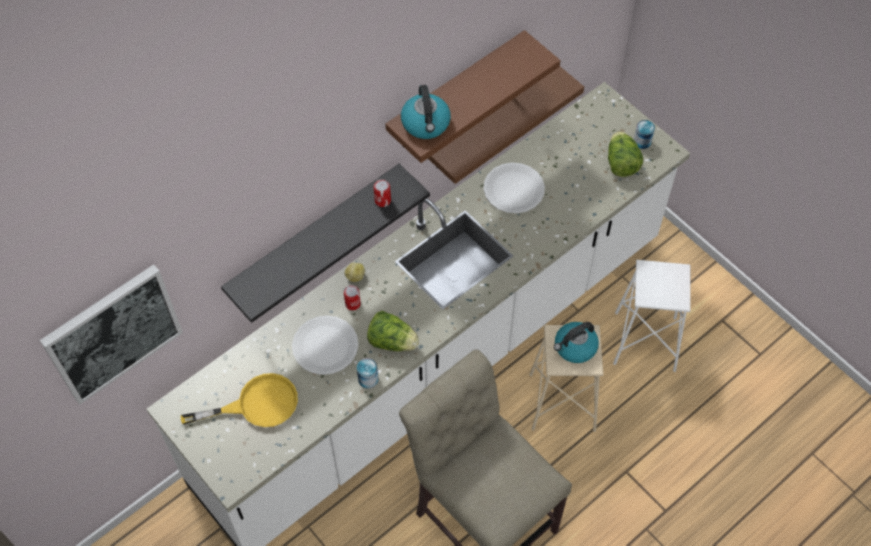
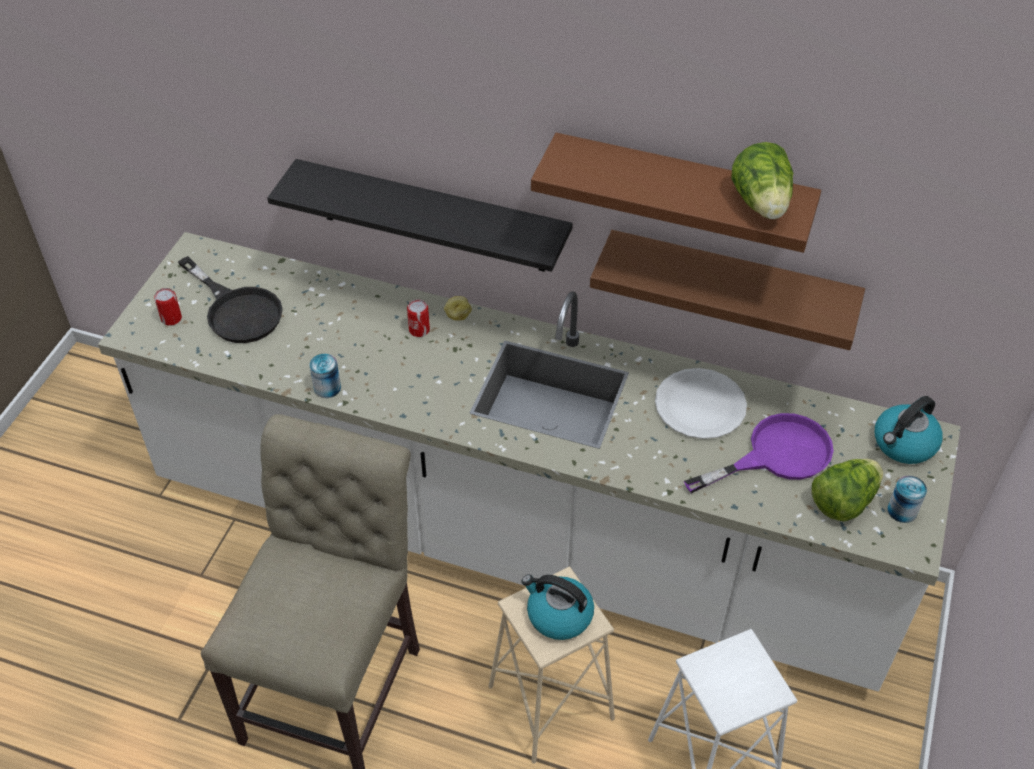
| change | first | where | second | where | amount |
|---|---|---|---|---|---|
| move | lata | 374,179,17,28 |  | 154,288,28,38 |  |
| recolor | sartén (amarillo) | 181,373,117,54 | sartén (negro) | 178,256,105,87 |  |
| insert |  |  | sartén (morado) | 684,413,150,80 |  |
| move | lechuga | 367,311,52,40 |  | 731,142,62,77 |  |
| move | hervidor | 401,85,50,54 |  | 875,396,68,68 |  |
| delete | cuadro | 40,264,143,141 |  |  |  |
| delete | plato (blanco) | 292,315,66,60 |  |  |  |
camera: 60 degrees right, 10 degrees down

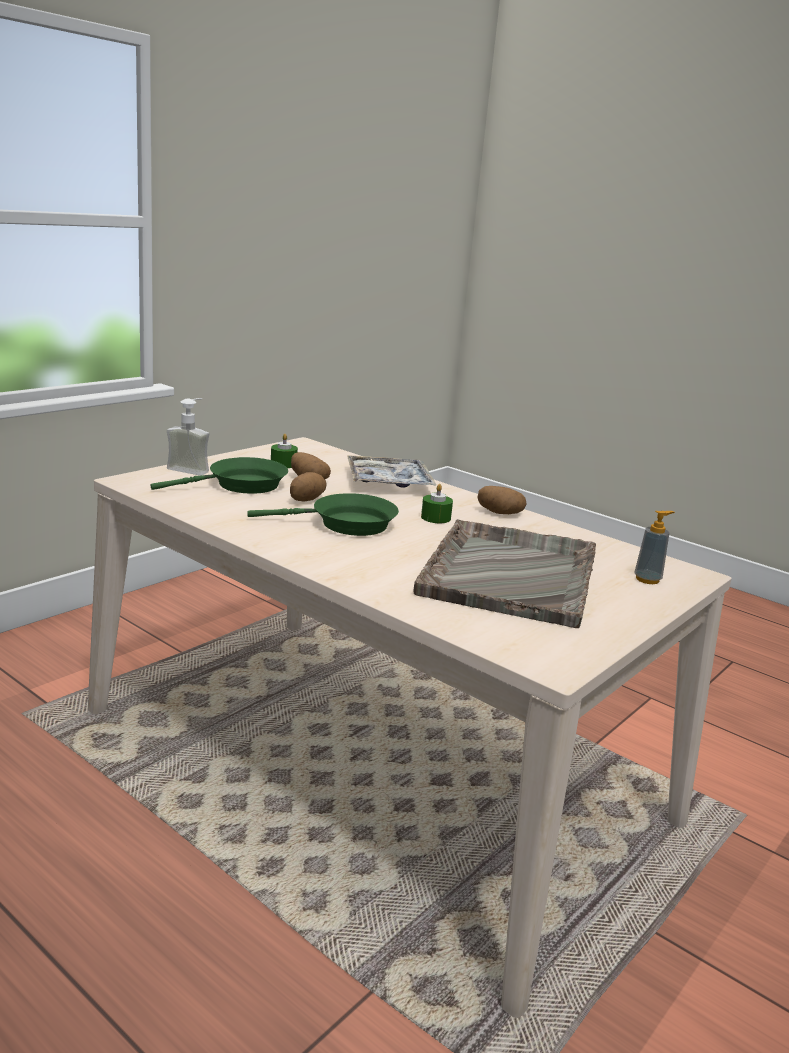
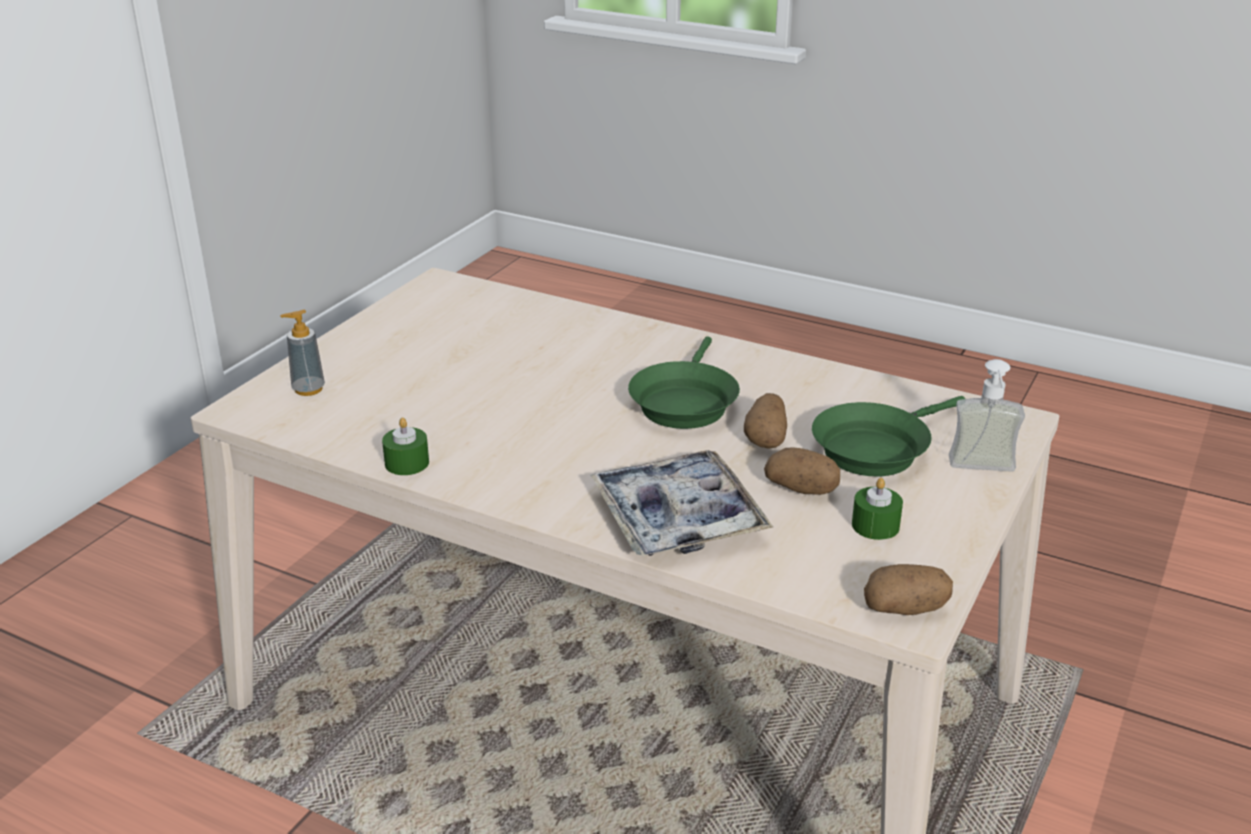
| change | first | where | second | where | amount |
|---|---|---|---|---|---|
| move | vela (verde) | 421,484,32,39 |  | 382,418,47,57 |  |
| rotate | sartén (verde) | 247,493,152,43 |  | 628,336,112,93 | 60 degrees counterclockwise |
| move | patata | 477,486,50,28 |  | 864,564,89,51 |  |
| delete | bandeja (gris) | 413,519,183,109 |  |  |  |
camera: 170 degrees right, 10 degrees up

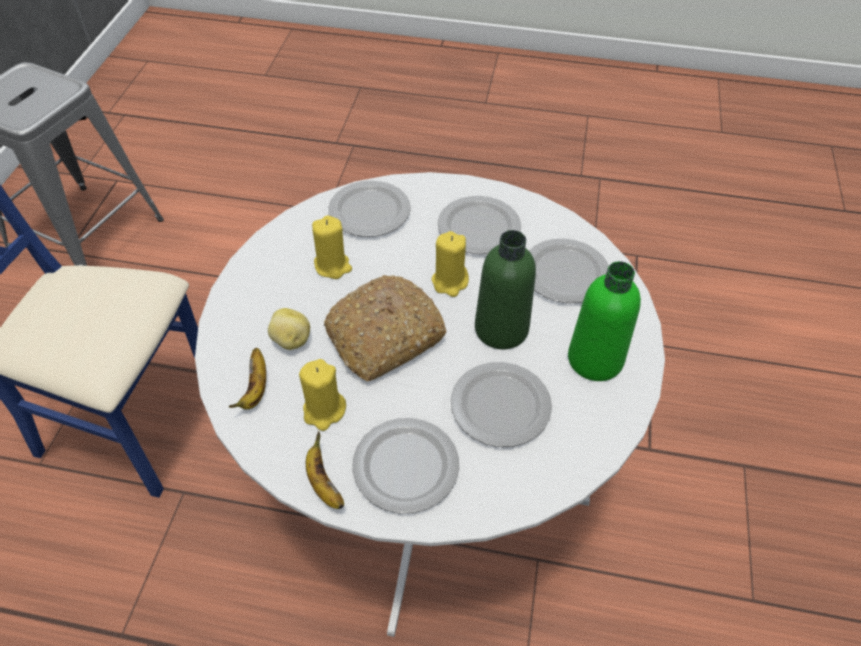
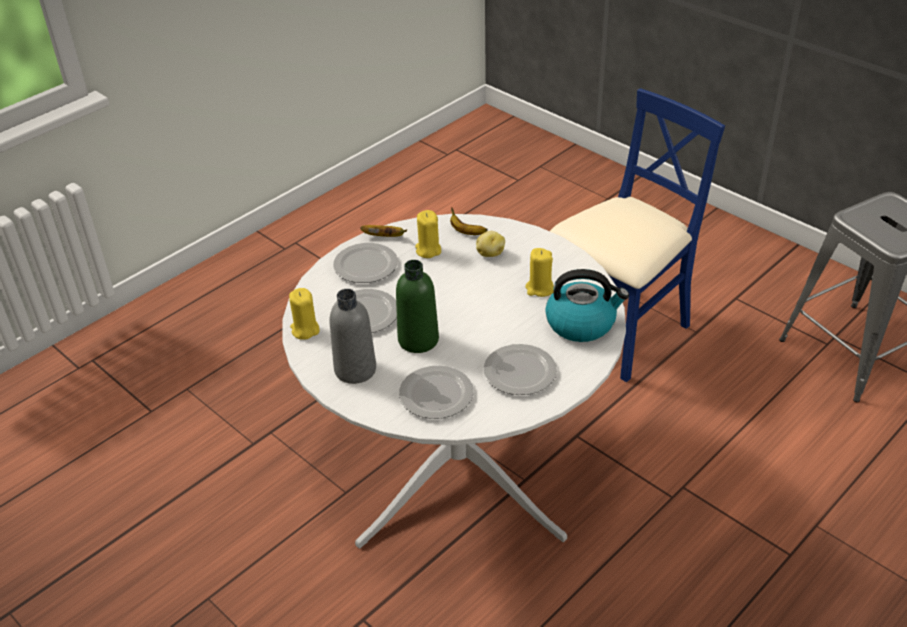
| change | first | where | second | where | amount |
|---|---|---|---|---|---|
| move | vela (amarillo) | 431,231,38,66 |  | 289,288,30,52 |  |
| recolor | botella (verde) | 568,261,73,120 | botella (gris) | 329,289,47,95 |  |
| replace | plato | 328,180,83,57 | hervidor | 545,269,84,73 |  |
| delete | pan | 324,275,122,106 |  |  |  |
camera: 125 degrees right, 10 degrees down

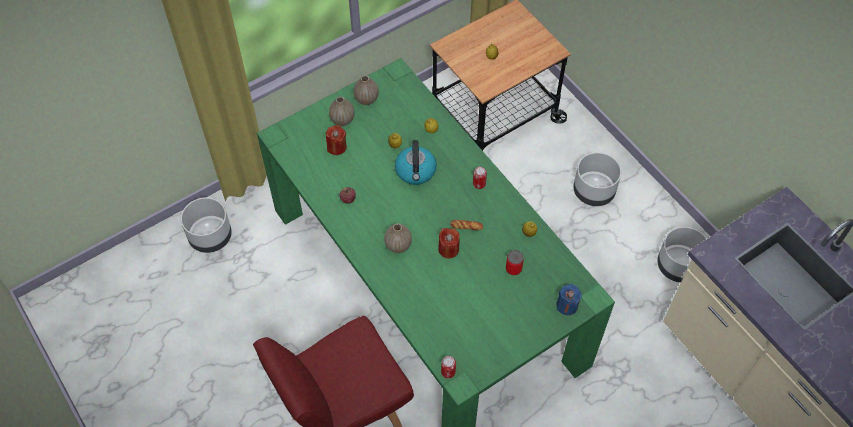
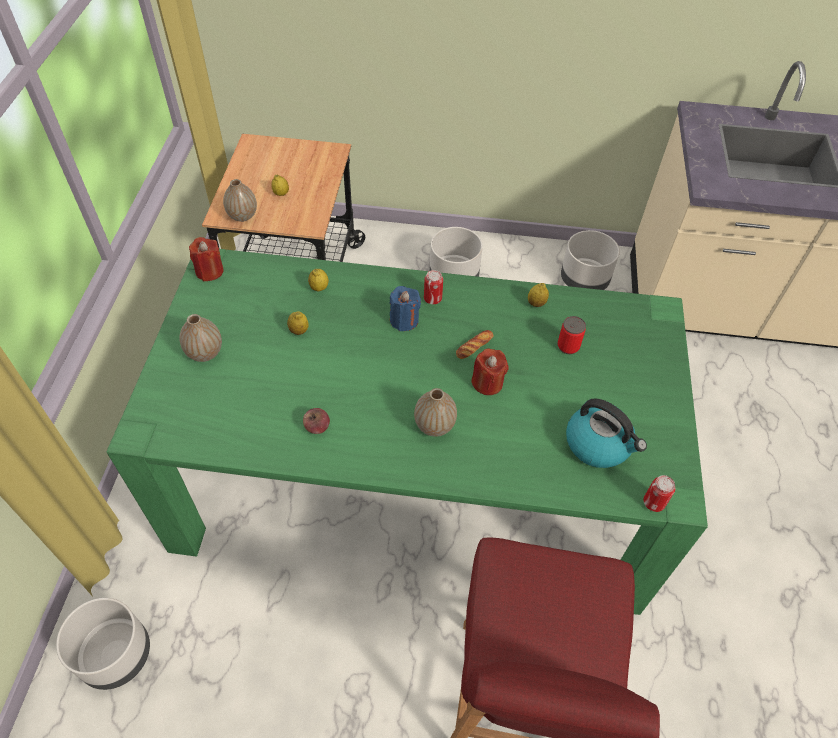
| change | first | where | second | where | amount |
|---|---|---|---|---|---|
| move | vela (rojo) | 326,125,21,30 |  | 189,237,35,44 |  |
| move | florero | 354,75,25,30 |  | 223,179,34,43 |  |
| move | vela (azul) | 556,284,26,31 |  | 390,286,31,45 |  |
| move | hervidor | 395,140,42,45 |  | 566,398,81,70 |  |
camera: 50 degrees left, 5 degrees down

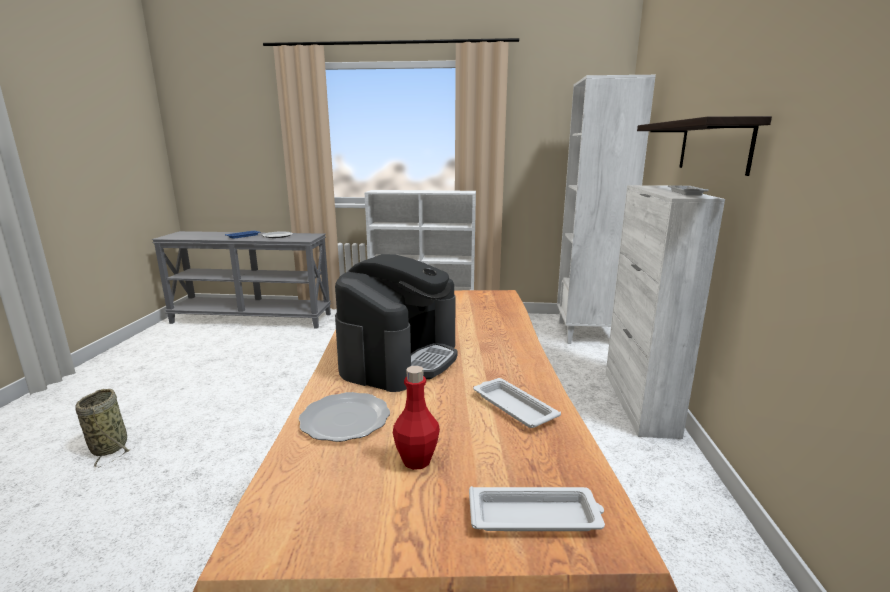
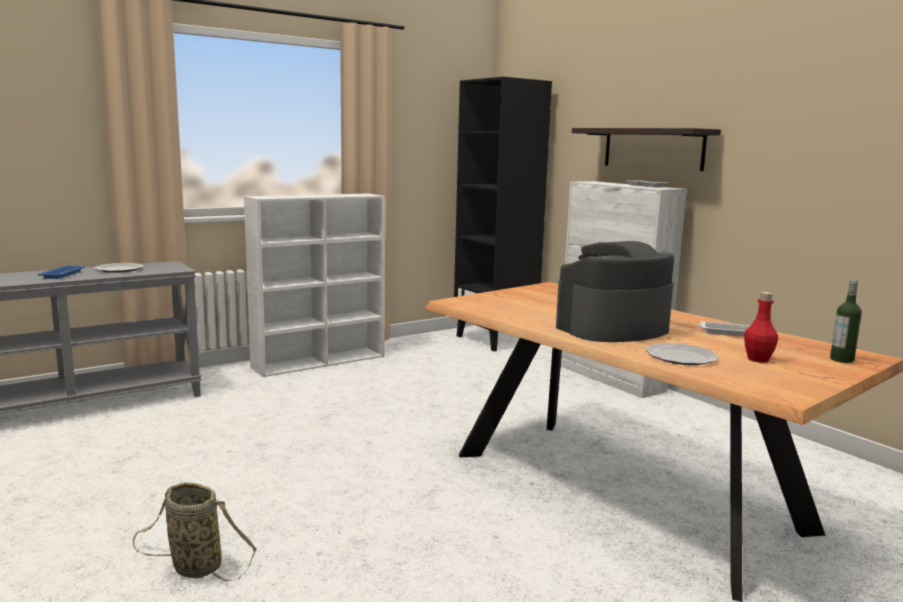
| change | first | where | second | where | amount |
|---|---|---|---|---|---|
| recolor | estantería (blanco) | 557,75,99,269 | estantería (negro) | 454,77,98,274 |  |
| rotate | cafetera | 335,254,123,138 |  | 556,241,118,101 | 105 degrees counterclockwise |
| replace | bandeja (blanco) | 469,486,136,45 | botella | 830,280,32,83 |  |
camera: 40 degrees left, 5 degrees down

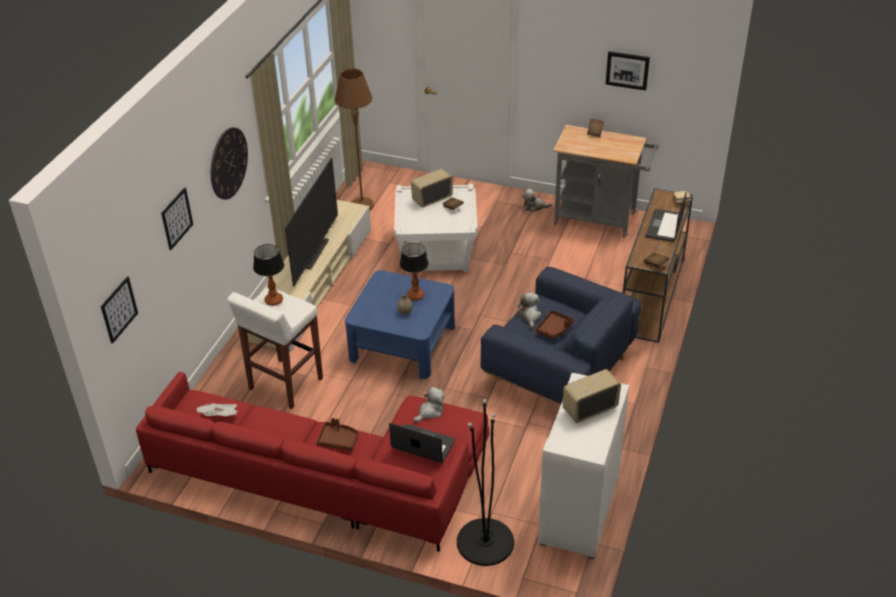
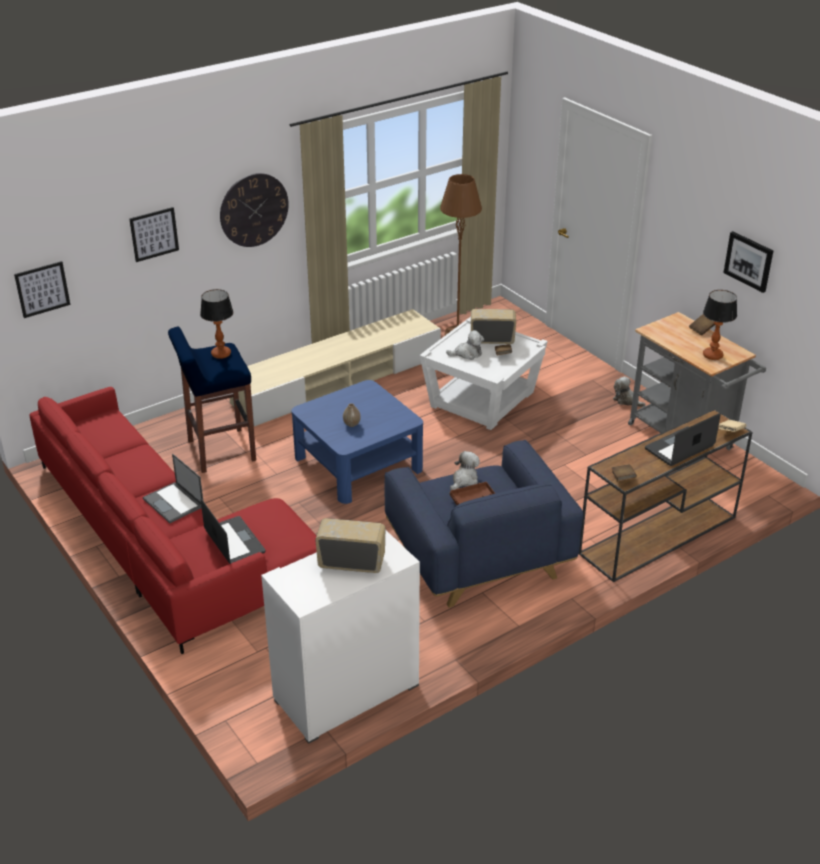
| change | first | where | second | where | amount |
|---|---|---|---|---|---|
| replace | bandeja (marrón) | 316,418,43,33 | portátil | 143,453,60,70 |  |
| recolor | taburete (blanco) | 227,288,96,121 | taburete (azul) | 168,327,88,146 |  |
| move | peluche | 413,386,31,36 |  | 446,330,38,30 |  |
| move | lámpara de mesa | 400,243,29,58 |  | 703,290,34,70 |  |
| delete | periódico | 197,403,41,13 |  |  |  |
| delete | televisor | 285,158,53,128 |  |  |  |
| delete | lámpara de pie (negro) | 457,399,57,167 |  |  |  |
camera: 35 degrees right, 5 degrees down

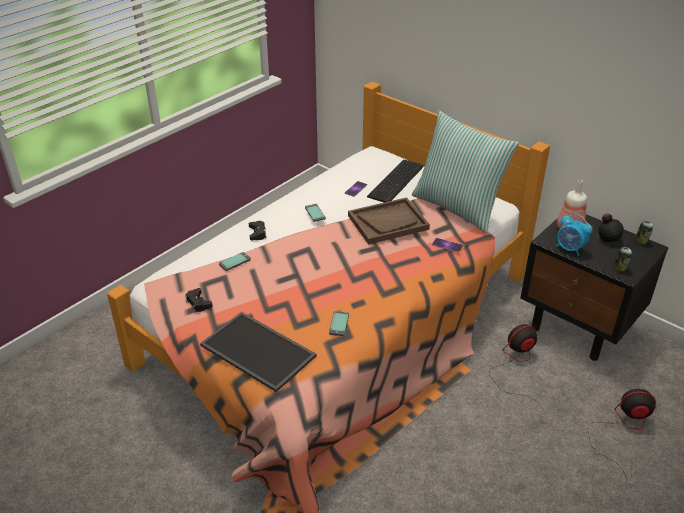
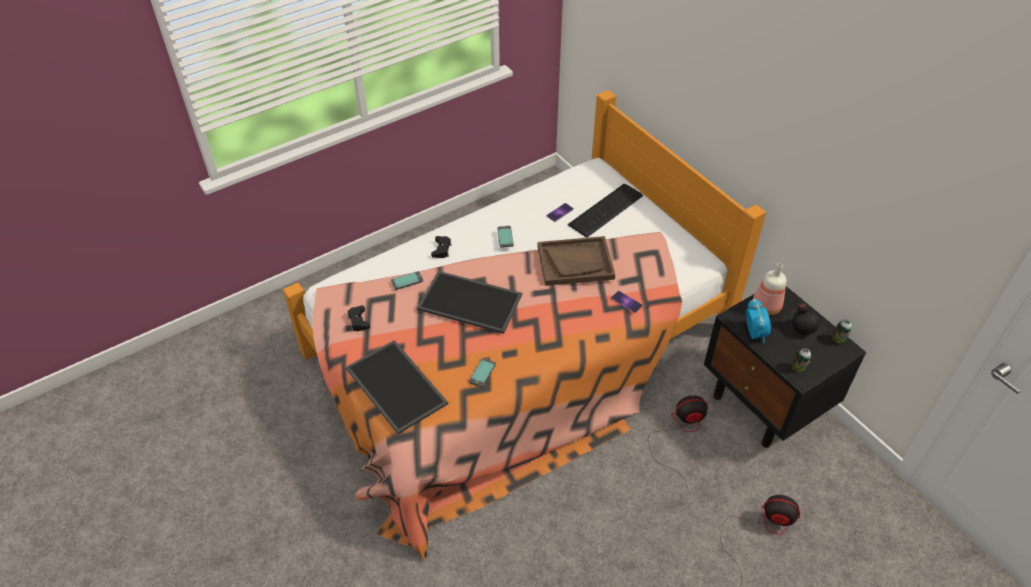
| change | first | where | second | where | amount |
|---|---|---|---|---|---|
| insert |  |  | bandeja | 417,271,105,63 |  |
| rotate | despertador | 556,214,37,42 |  | 746,298,25,46 | 150 degrees counterclockwise |
| delete | cojín | 412,111,107,122 |  |  |  |
camera: 15 degrees right, 10 degrees up

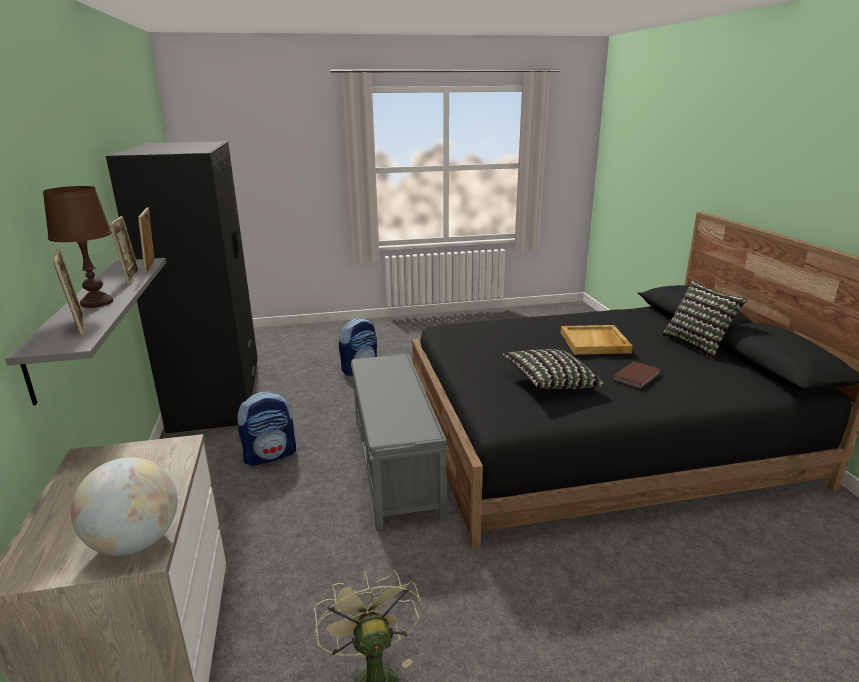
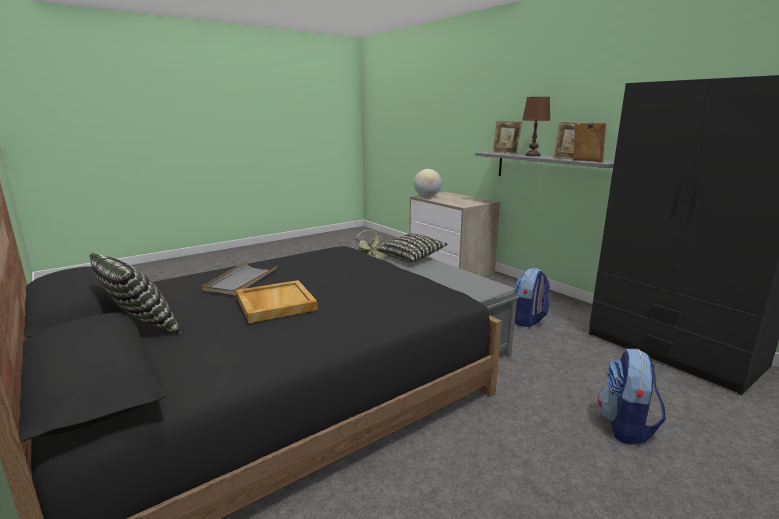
| change | first | where | second | where | amount |
|---|---|---|---|---|---|
| replace | libro (marrón) | 612,361,48,28 | bandeja (gris) | 202,262,76,33 |  |
| move | cojín | 503,349,101,40 |  | 377,233,71,30 |  |
camera: 155 degrees right, 5 degrees down

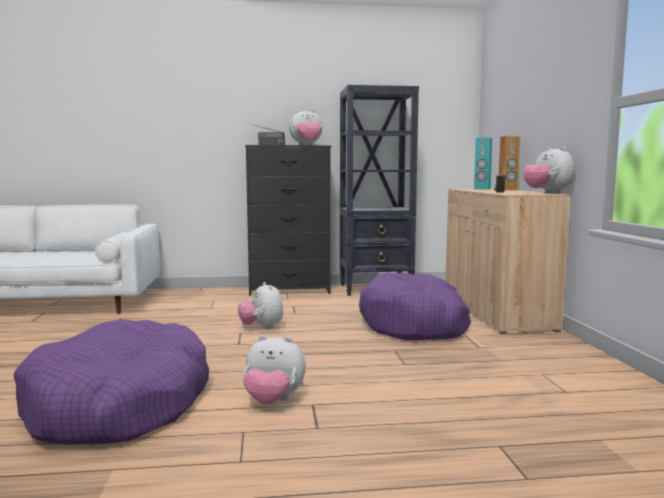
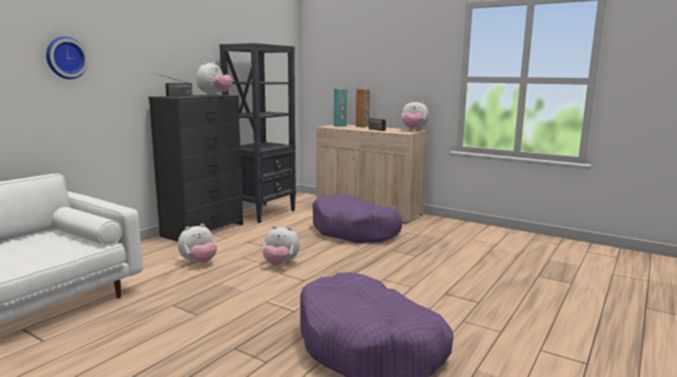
| change | first | where | second | where | amount |
|---|---|---|---|---|---|
| insert |  |  | reloj de pared | 46,37,42,42 |  |
| move | peluche | 243,335,63,69 |  | 178,224,39,39 |  |
camera: 50 degrees left, 5 degrees up

